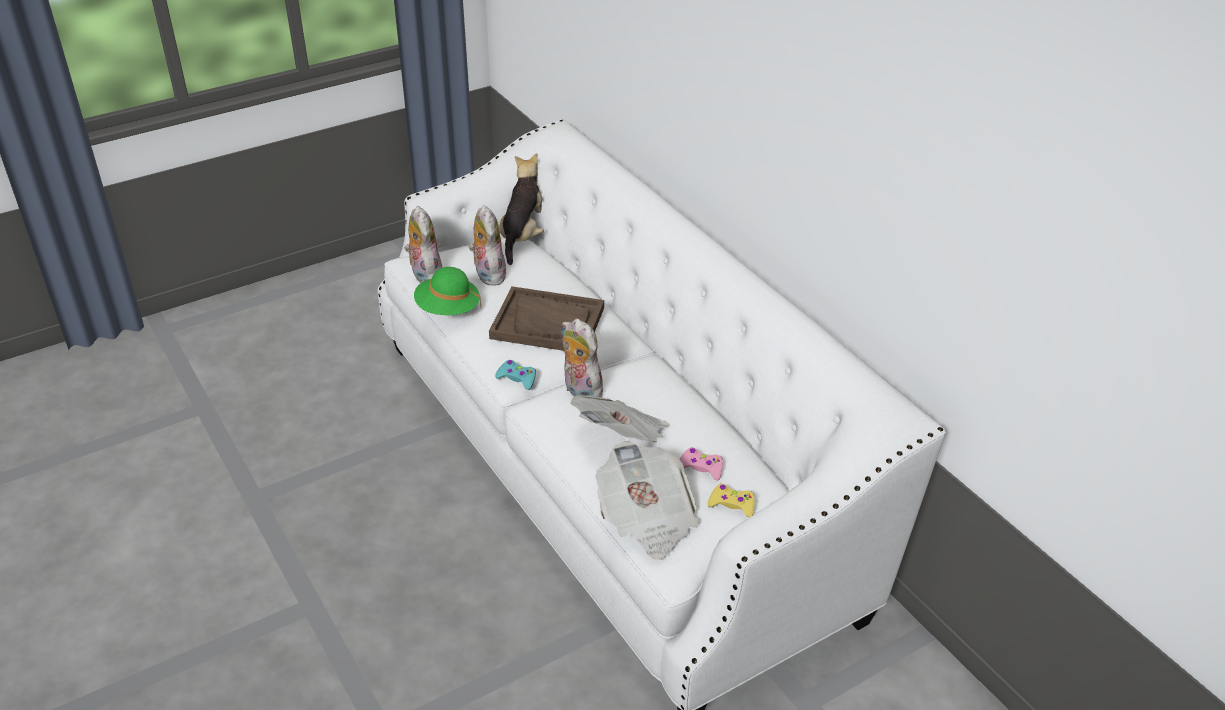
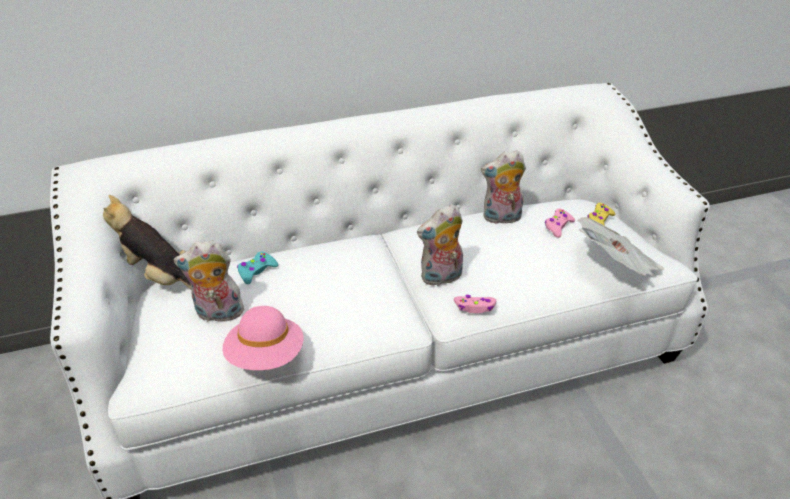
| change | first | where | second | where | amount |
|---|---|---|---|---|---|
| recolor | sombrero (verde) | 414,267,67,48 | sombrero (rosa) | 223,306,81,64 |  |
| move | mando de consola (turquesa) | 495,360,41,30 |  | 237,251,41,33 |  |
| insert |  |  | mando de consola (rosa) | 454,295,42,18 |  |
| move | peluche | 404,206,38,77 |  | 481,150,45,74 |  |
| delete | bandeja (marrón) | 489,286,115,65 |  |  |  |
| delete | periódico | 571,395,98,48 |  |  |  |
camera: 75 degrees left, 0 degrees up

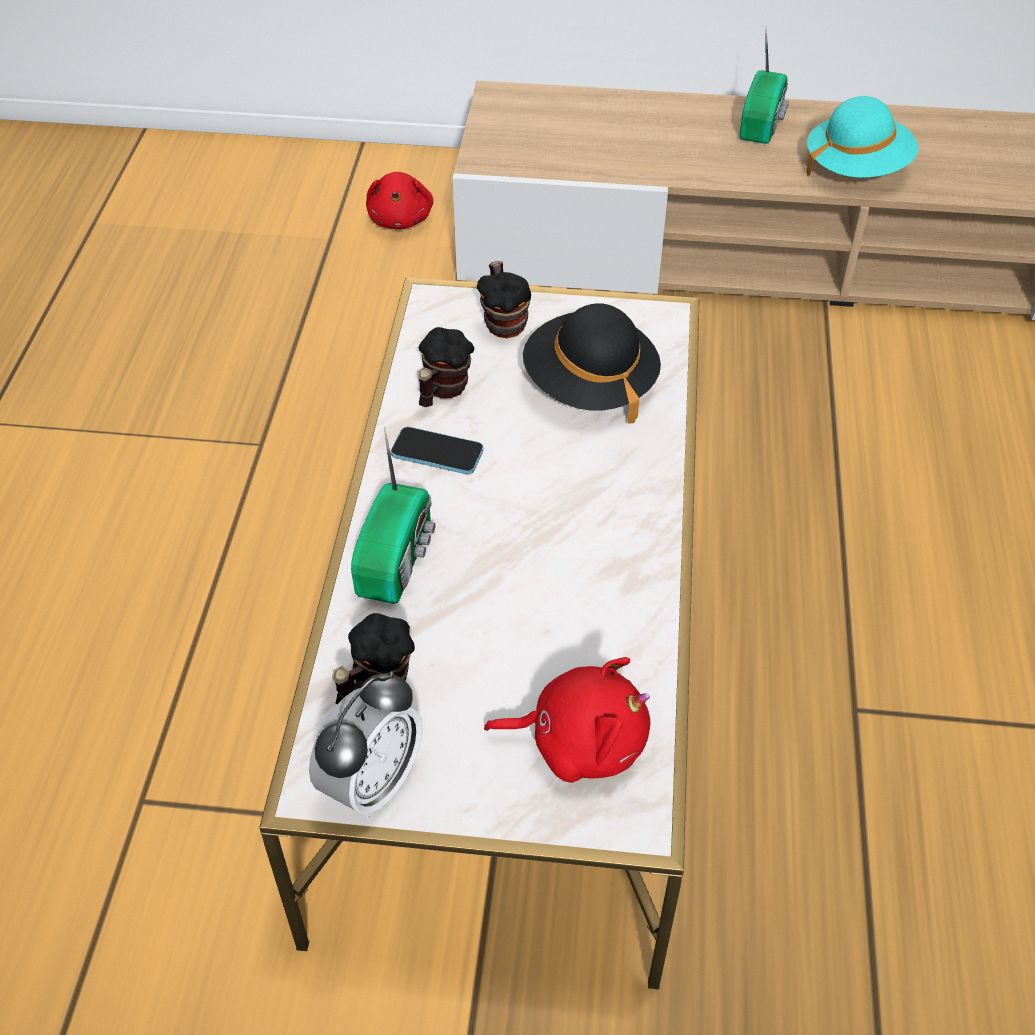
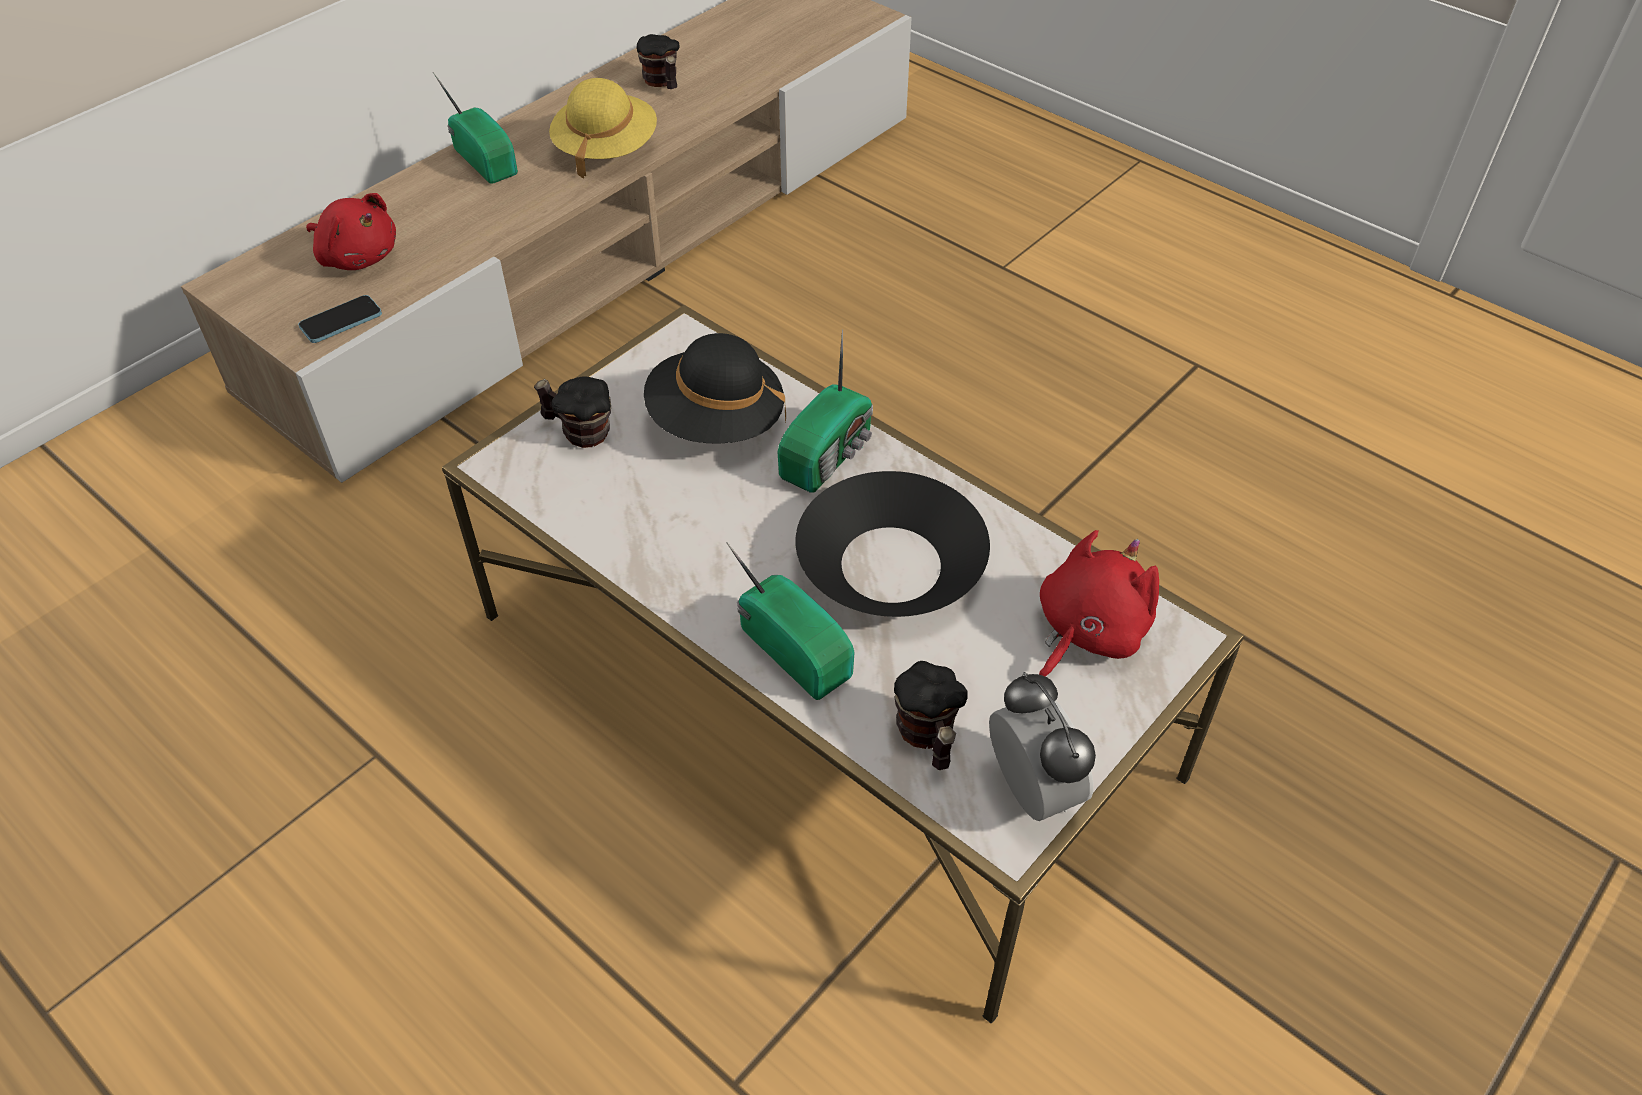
| change | first | where | second | where | amount |
|---|---|---|---|---|---|
| move | móvil | 391,427,93,47 |  | 298,295,84,48 |  |
| move | peluche (rojo) | 366,172,67,57 |  | 306,193,90,77 |  |
| recolor | sombrero (turquesa) | 806,96,113,82 | sombrero (amarillo) | 549,78,108,100 |  |
| move | taza grande | 418,327,56,80 |  | 637,34,43,55 |  |
| insert |  |  | radio | 778,329,95,164 |  |
| insert |  |  | cuenco (negro) | 795,471,195,146 |  |
camera: 55 degrees left, 0 degrees up

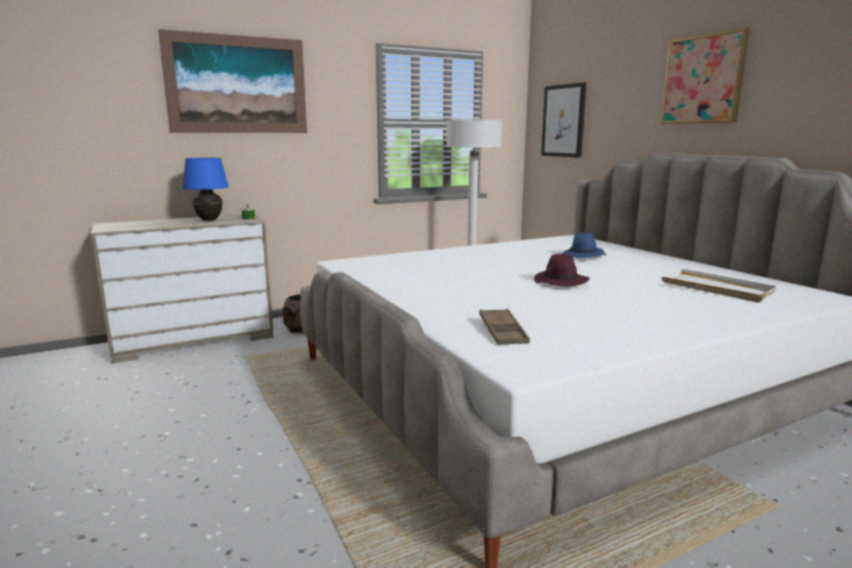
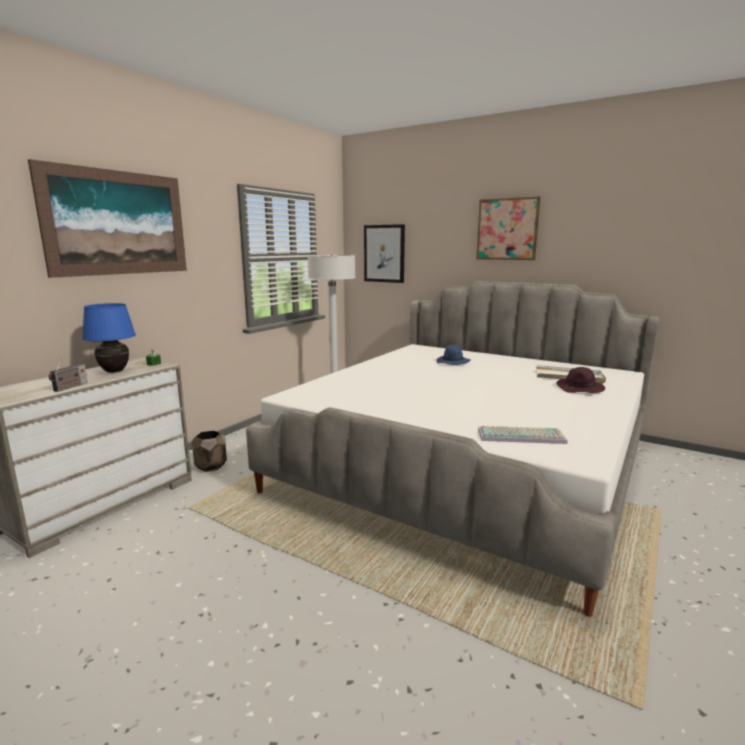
| change | first | where | second | where | amount |
|---|---|---|---|---|---|
| insert |  |  | radio | 48,358,40,34 |  |
| replace | bandeja (marrón) | 479,309,51,36 | teclado | 478,426,90,18 |  |
| move | sombrero (morado) | 534,254,56,33 |  | 556,367,49,26 |  |
camera: 30 degrees left, 0 degrees up

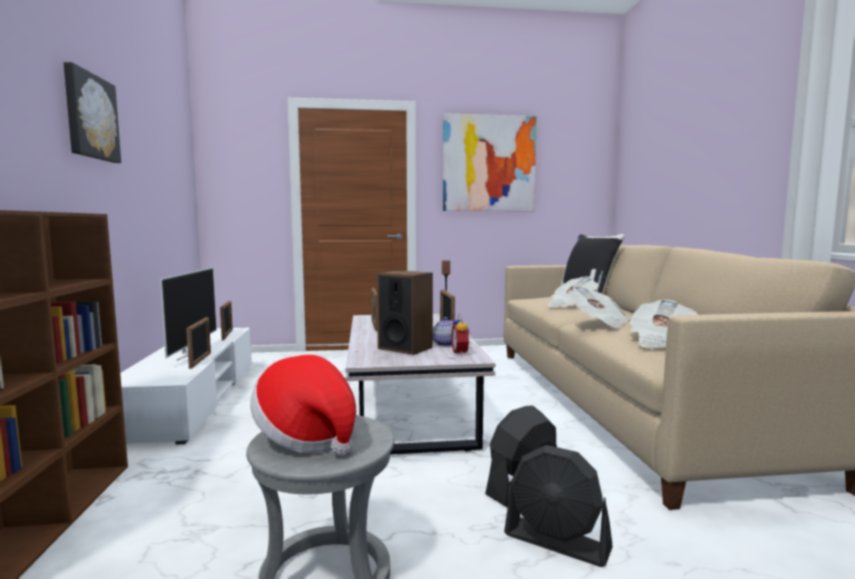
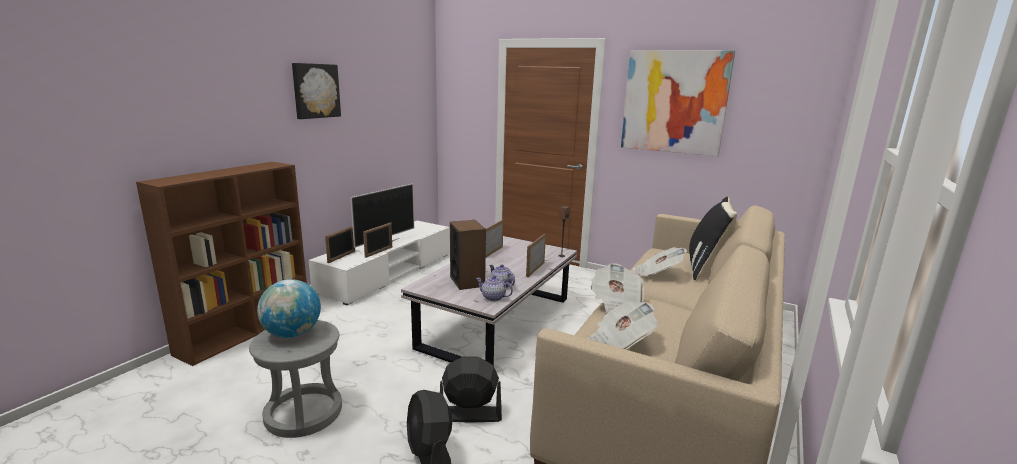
| change | first | where | second | where | amount |
|---|---|---|---|---|---|
| replace | sombrero | 250,355,107,100 | globo terráqueo | 257,279,64,59 |  |
| move | portarretratos | 220,300,13,40 |  | 325,226,30,37 |  |
| replace | despertador | 451,314,21,41 | tetera | 476,275,37,26 |  |
camera: 35 degrees right, 10 degrees up

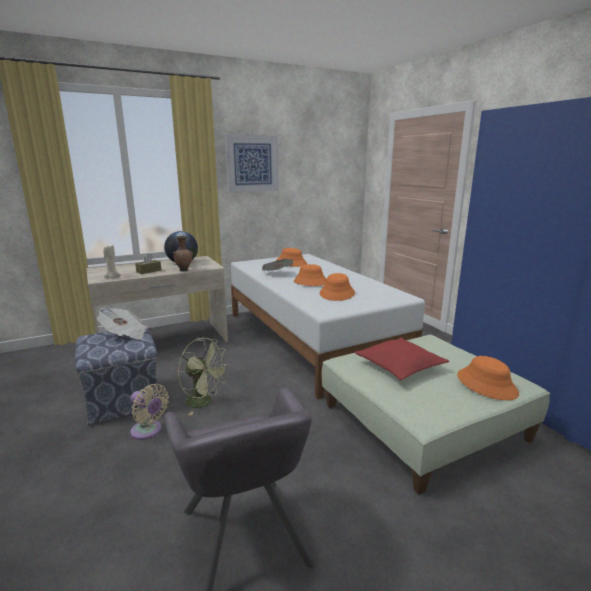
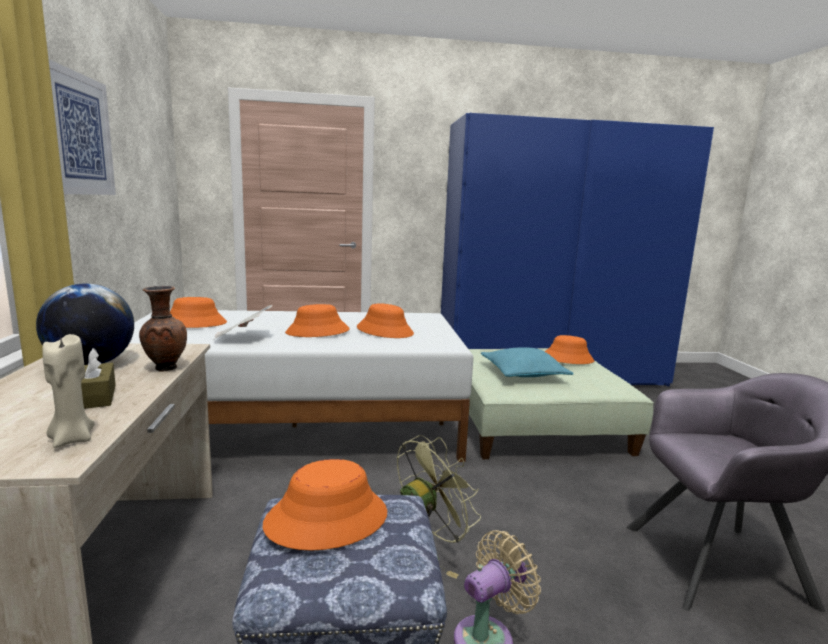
| change | first | where | second | where | amount |
|---|---|---|---|---|---|
| replace | periódico | 97,308,50,32 | sombrero (naranja) | 263,459,124,92 |  |
| recolor | cojín (rojo) | 355,338,94,42 | cojín (turquesa) | 481,348,92,29 |  |
camera: 70 degrees left, 5 degrees down

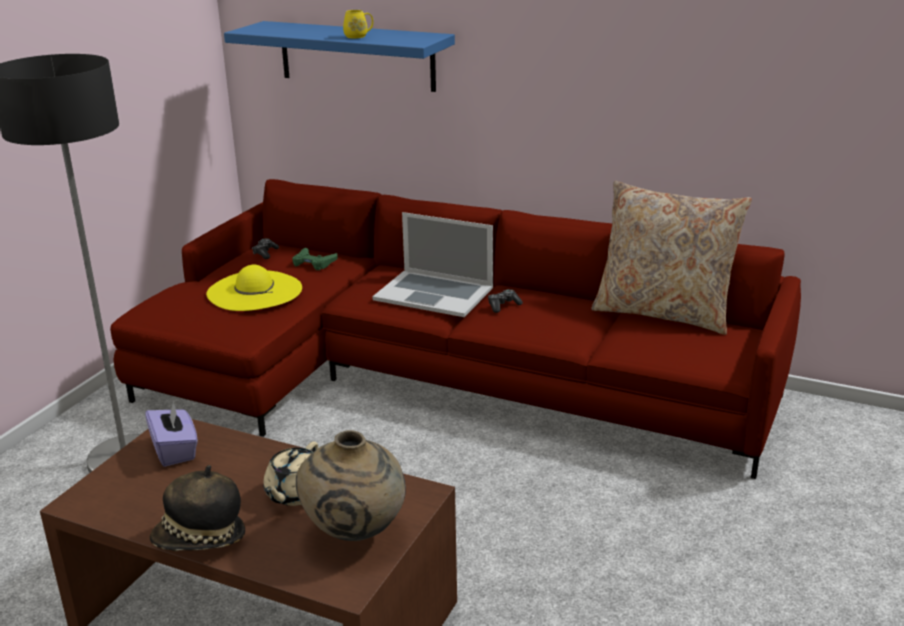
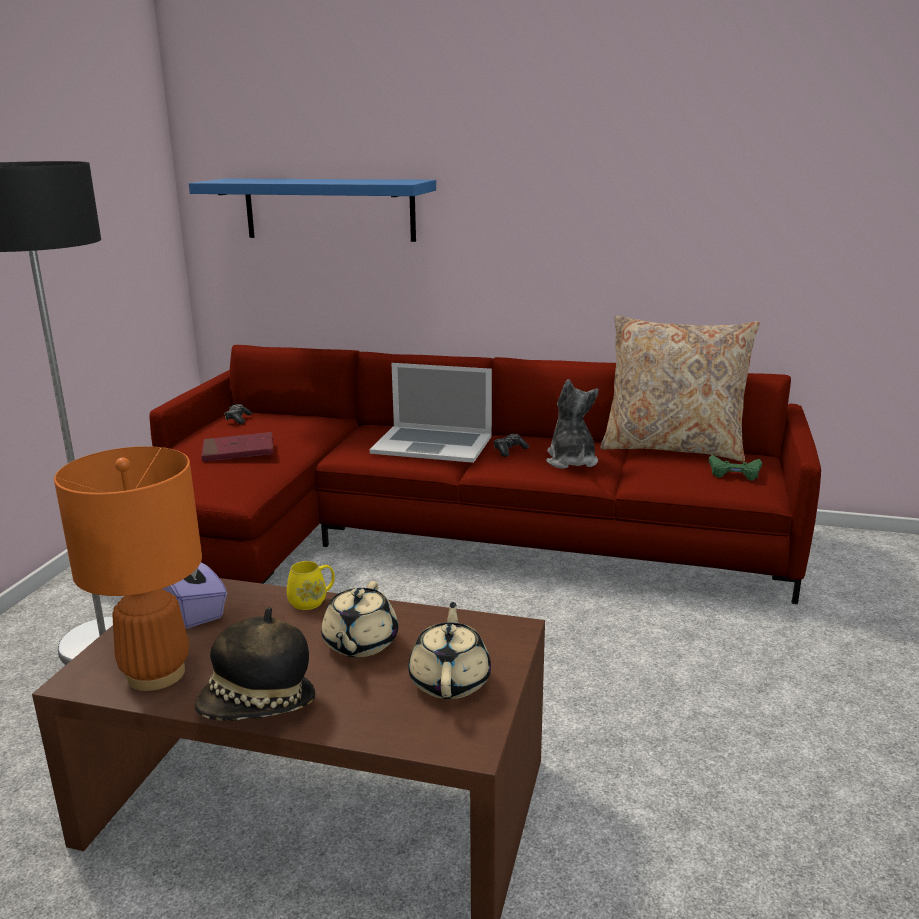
| change | first | where | second | where | amount |
|---|---|---|---|---|---|
| insert |  |  | lámpara de mesa (naranja) | 54,446,148,245 |  |
| replace | sombrero (amarillo) | 206,265,96,46 | libro (rojo) | 201,432,73,30 |  |
| move | taza grande (amarillo) | 343,10,30,28 |  | 287,561,48,49 |  |
| replace | florero (beis) | 296,430,110,111 | tetera (beis) | 409,602,82,97 |  |
| insert |  |  | peluche | 546,379,53,90 |  |
| move | mando de consola (verde) | 292,247,46,23 |  | 709,455,53,26 |  |
camera: 10 degrees left, 5 degrees down

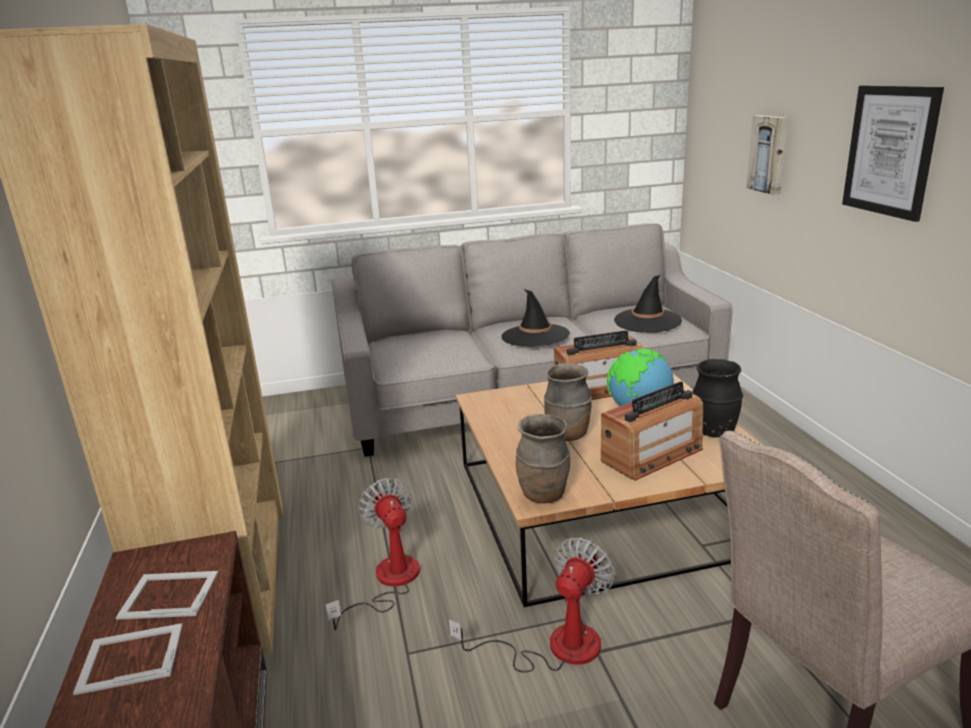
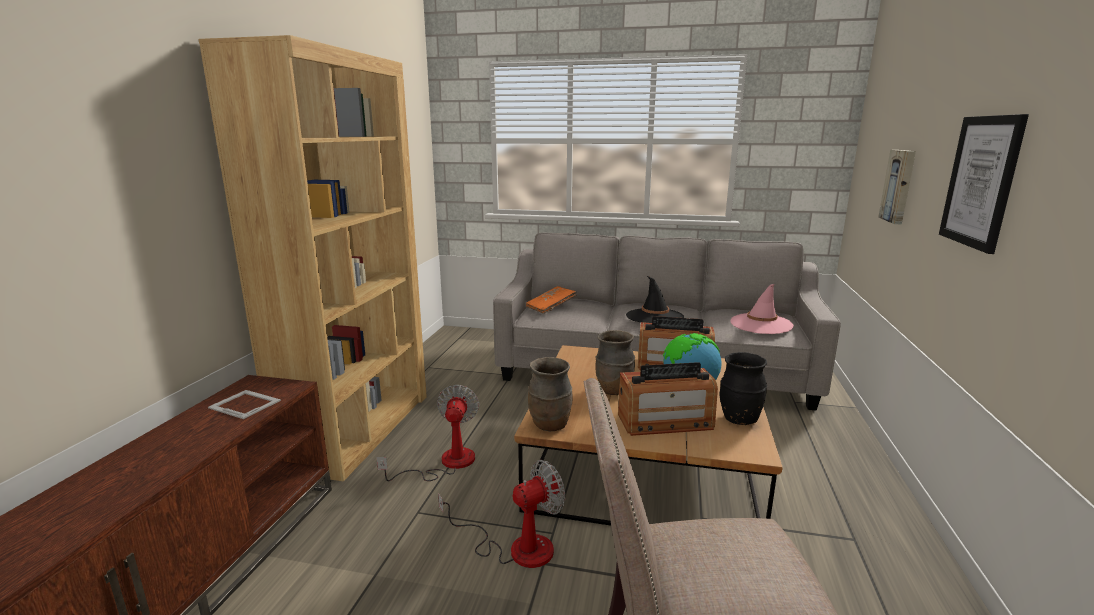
| change | first | where | second | where | amount |
|---|---|---|---|---|---|
| insert |  |  | libro (naranja) | 526,286,51,28 |  |
| recolor | sombrero (negro) | 614,275,68,57 | sombrero (rosa) | 730,284,64,50 |  |
| delete | portarretratos | 73,623,109,72 |  |  |  |
camera: 25 degrees right, 5 degrees down

